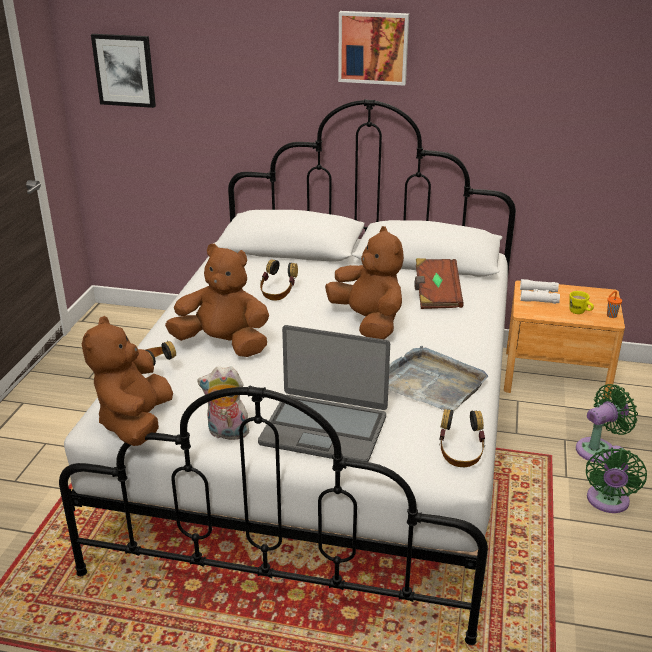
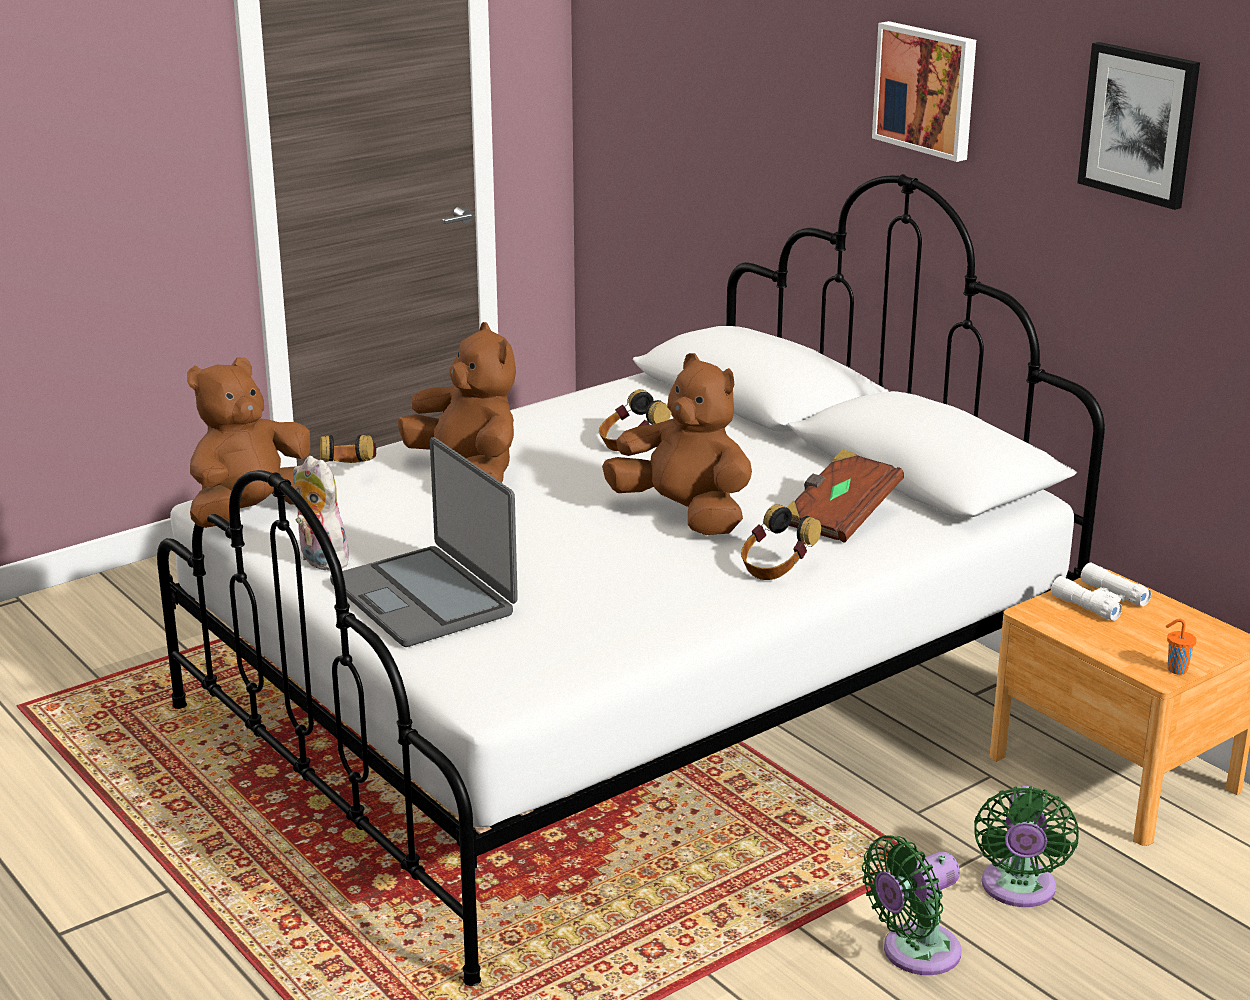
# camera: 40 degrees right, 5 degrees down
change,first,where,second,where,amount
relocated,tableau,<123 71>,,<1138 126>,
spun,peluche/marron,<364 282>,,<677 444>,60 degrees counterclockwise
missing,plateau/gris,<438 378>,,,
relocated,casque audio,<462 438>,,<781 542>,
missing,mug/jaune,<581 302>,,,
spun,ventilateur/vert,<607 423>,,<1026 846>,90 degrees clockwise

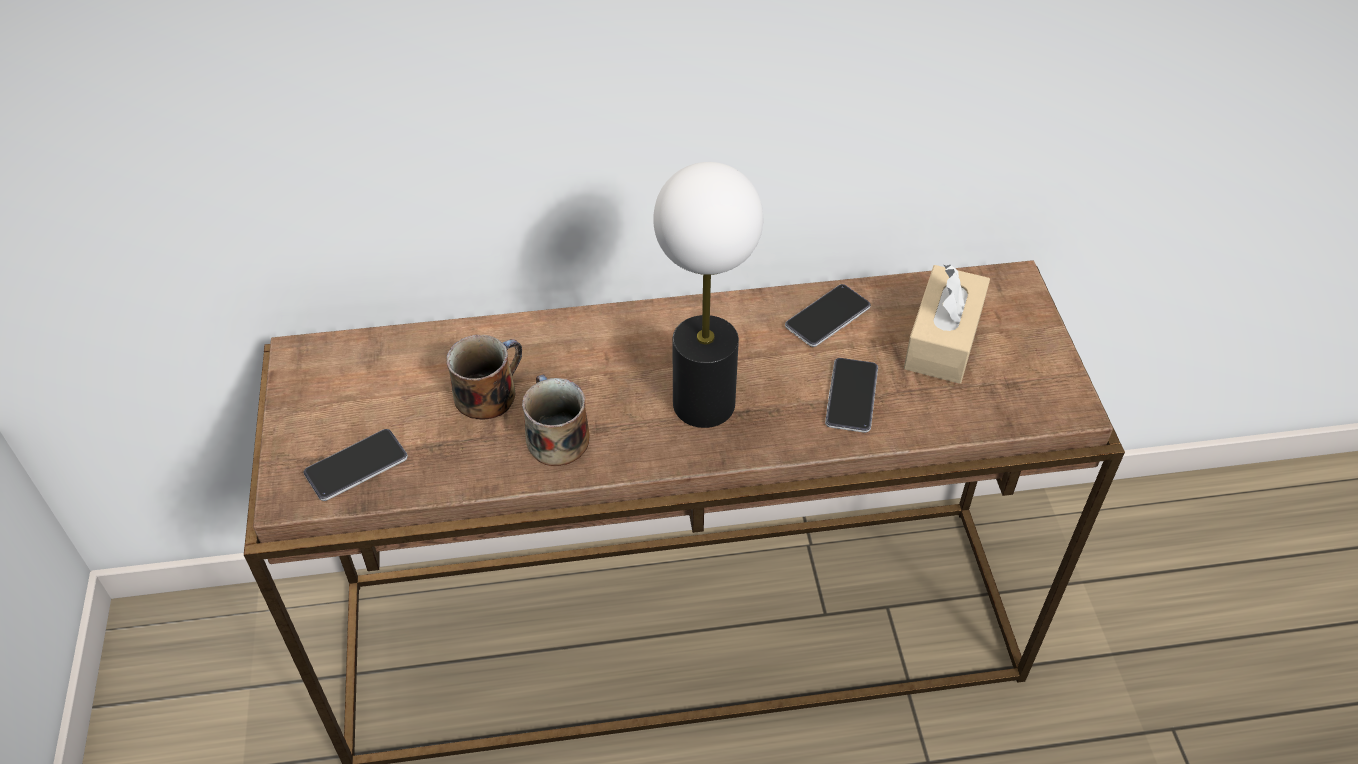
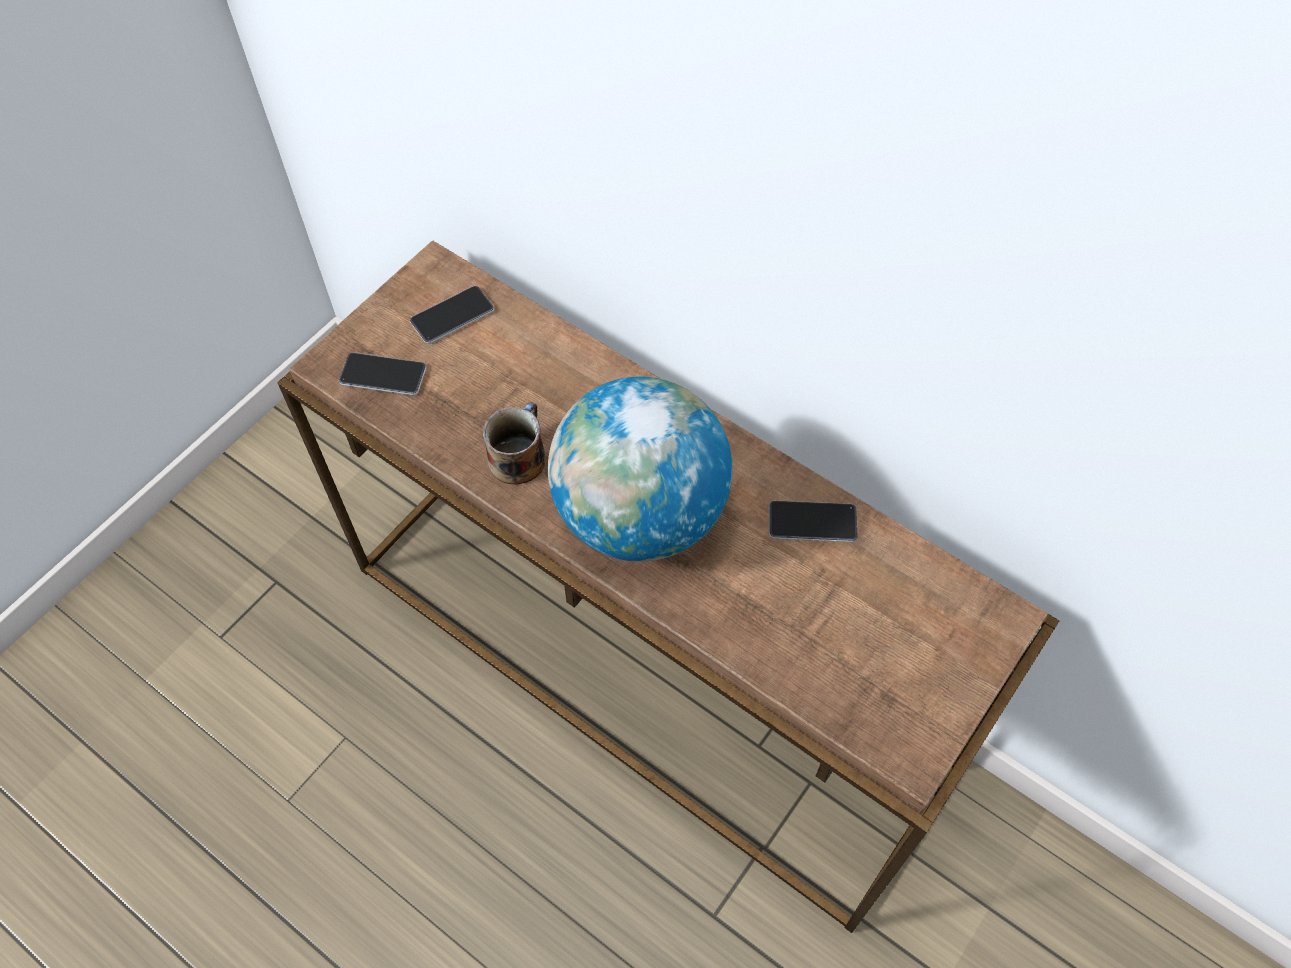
# camera: 45 degrees right, 10 degrees up
change,first,where,second,where,amount
missing,mug,<484 377>,,,
exchanged,lampe de table,<708 295>,globe,<640 469>,
relocated,téléphone,<851 395>,,<452 315>,
missing,boîte à mouchoirs/beige,<947 324>,,,

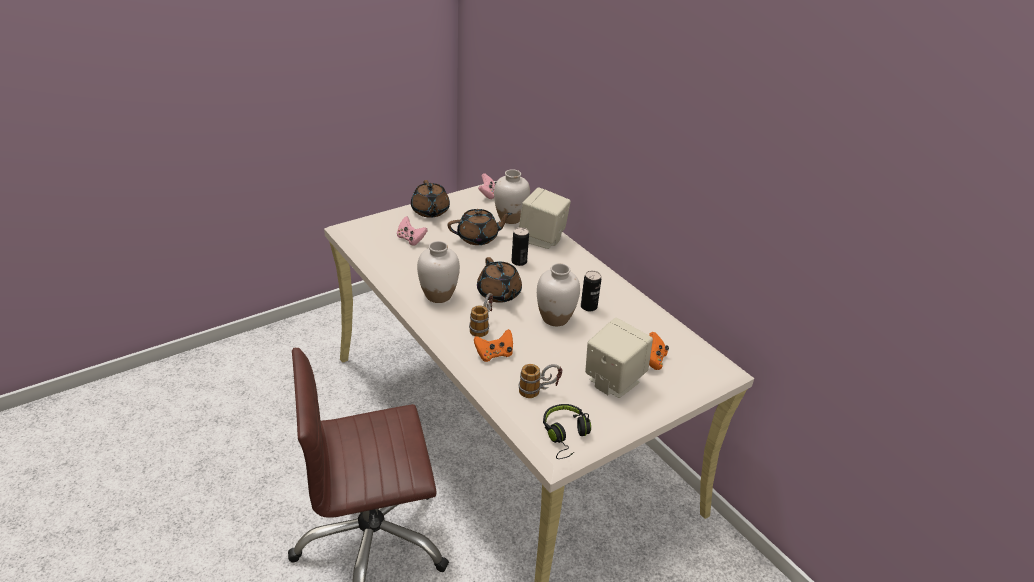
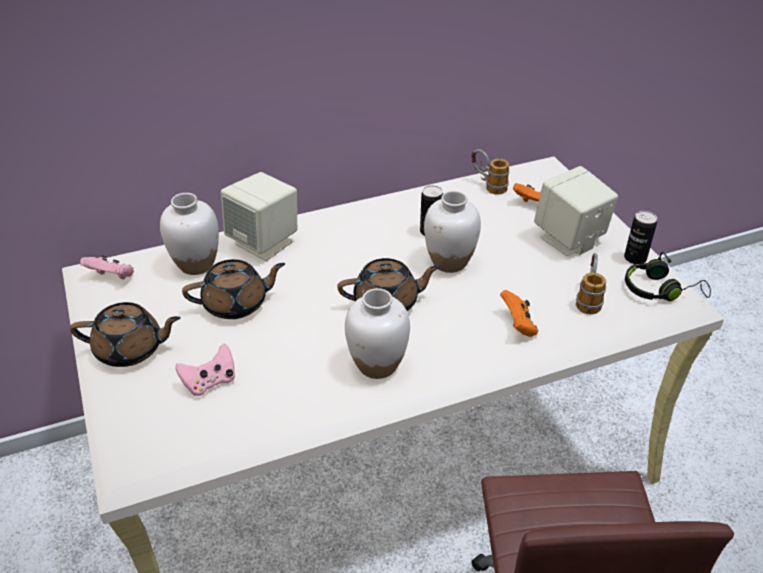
# camera: 75 degrees left, 5 degrees up
change,first,where,second,where,amount
spun,théière/marron,<480 227>,,<233 289>,75 degrees clockwise
relocated,mug,<481 315>,,<490 172>,
relocated,boîte métallique,<520 246>,,<640 237>,

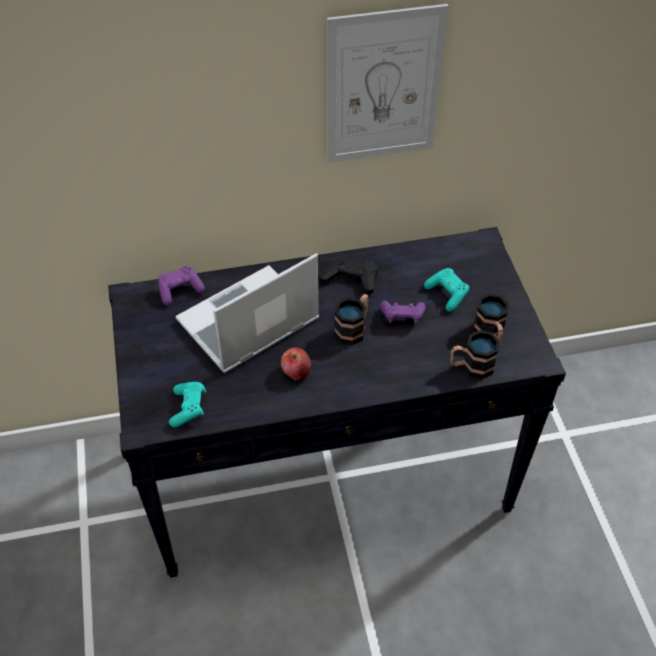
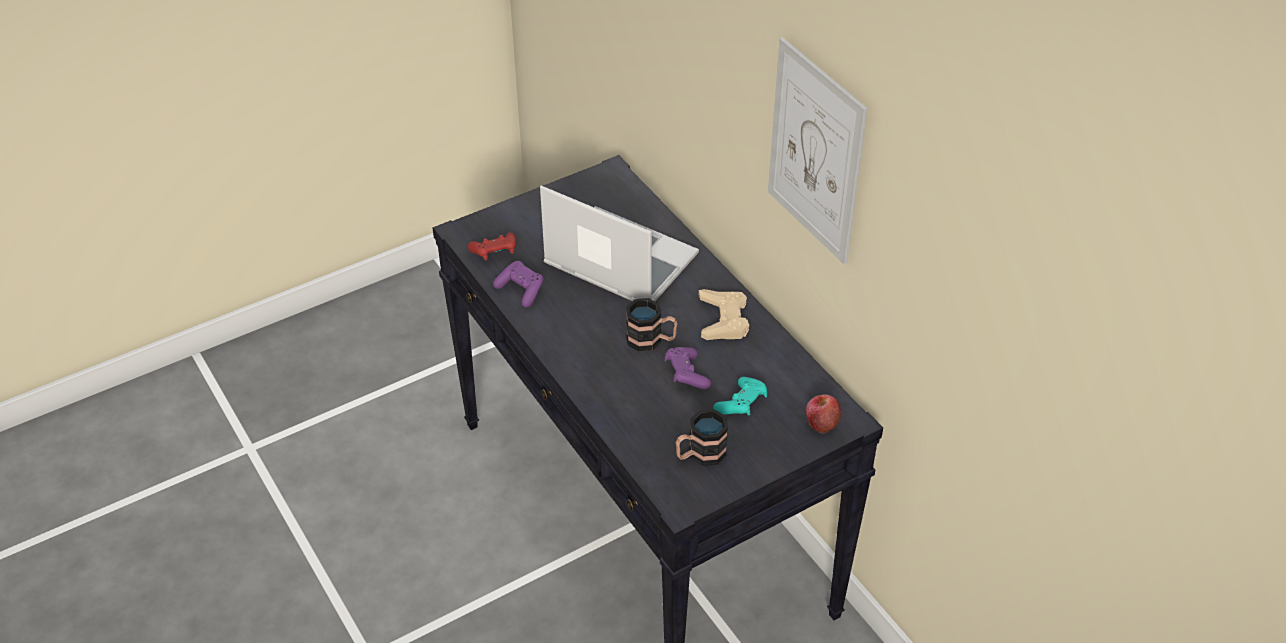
# camera: 70 degrees right, 5 degrees down
change,first,where,second,where,amount
relocated,manette/violet,<181 286>,,<518 284>,
colour,manette/turquoise,<187 404>,manette/rouge,<492 246>,
relocated,pomme,<296 364>,,<823 414>,
colour,manette/noir,<348 274>,manette/beige,<724 314>,
missing,mug,<475 354>,,,

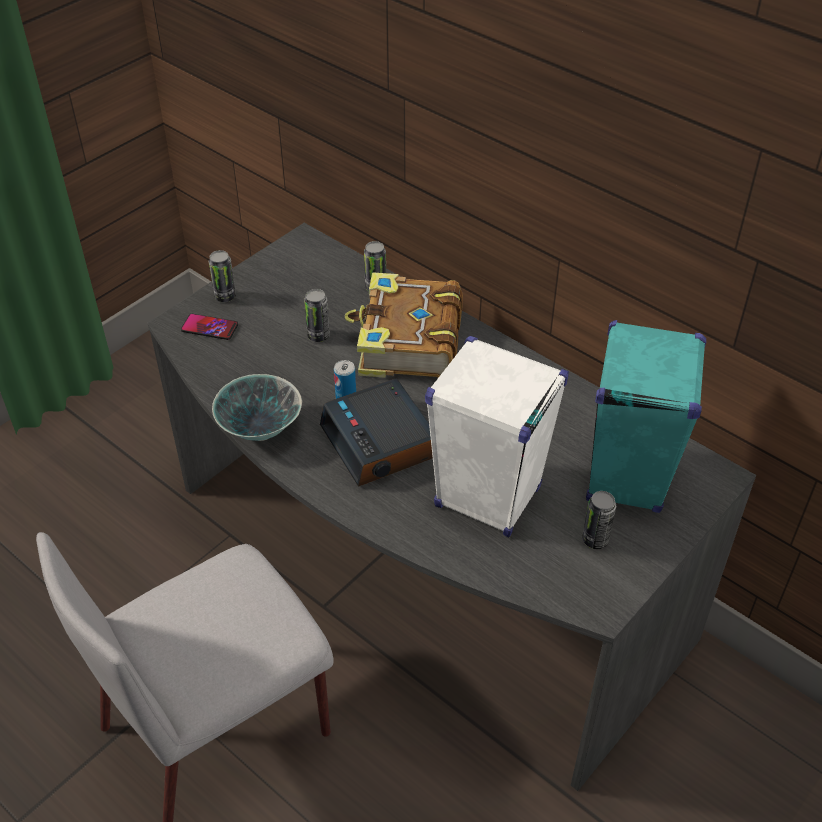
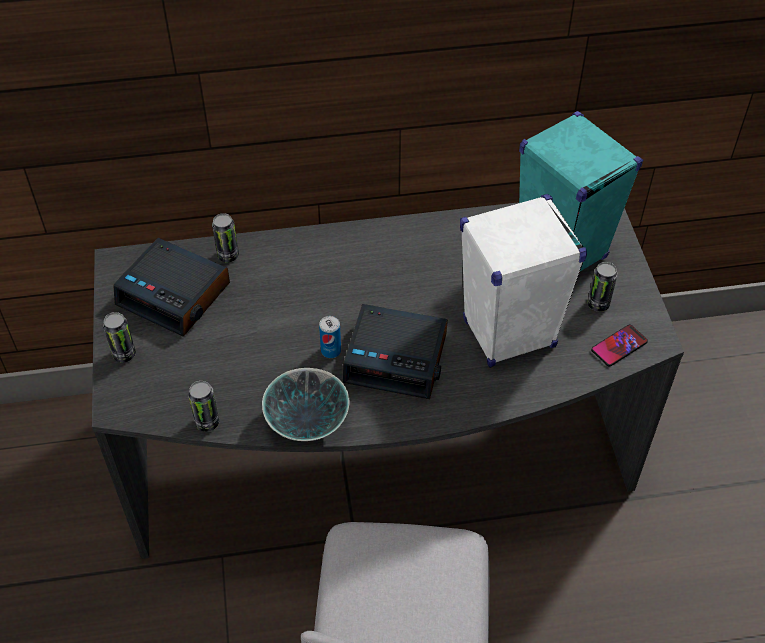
# camera: 50 degrees left, 5 degrees up
change,first,where,second,where,amount
relocated,téléphone,<209 327>,,<619 345>,
relocated,boîte métallique,<317 315>,,<203 406>,
missing,livre,<403 325>,,,
appeared,,,réveil,<171 287>,

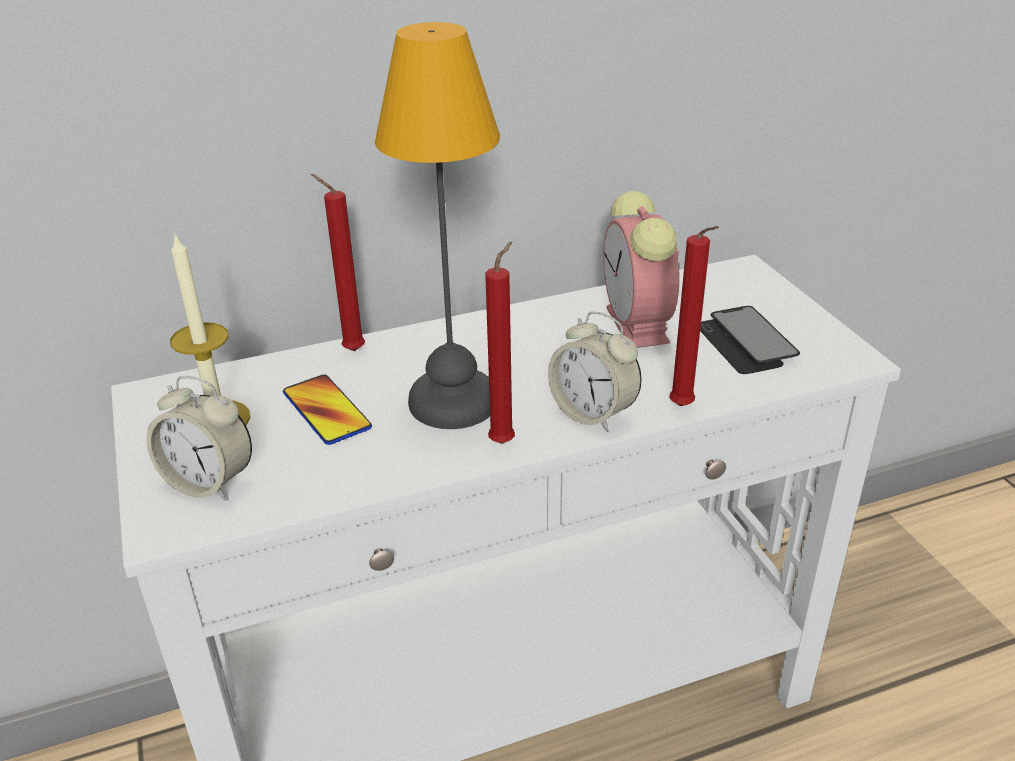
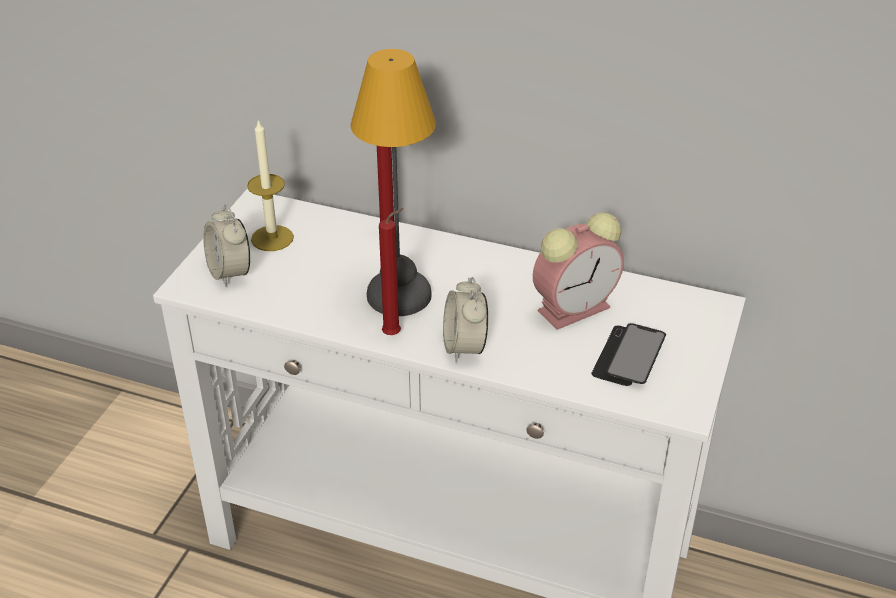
# camera: 40 degrees right, 5 degrees up
change,first,where,second,where,amount
missing,téléphone,<327 409>,,,
spun,réveil,<641 269>,,<578 271>,150 degrees counterclockwise
missing,bougie/rouge,<694 316>,,,

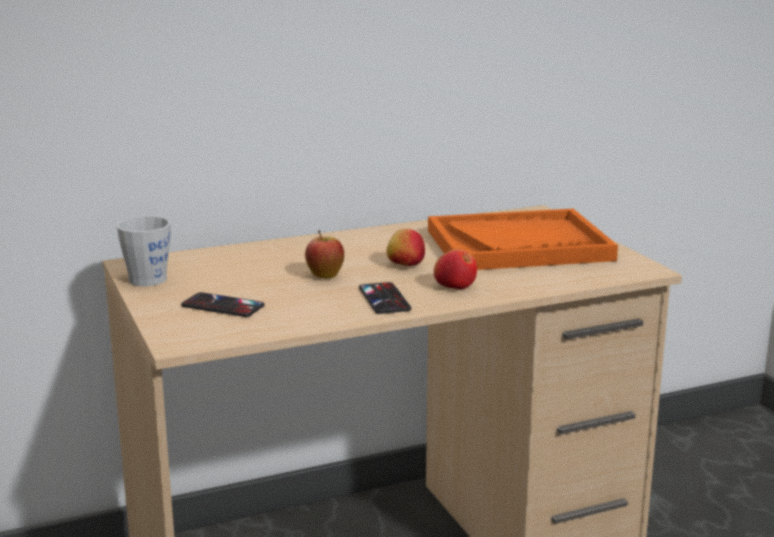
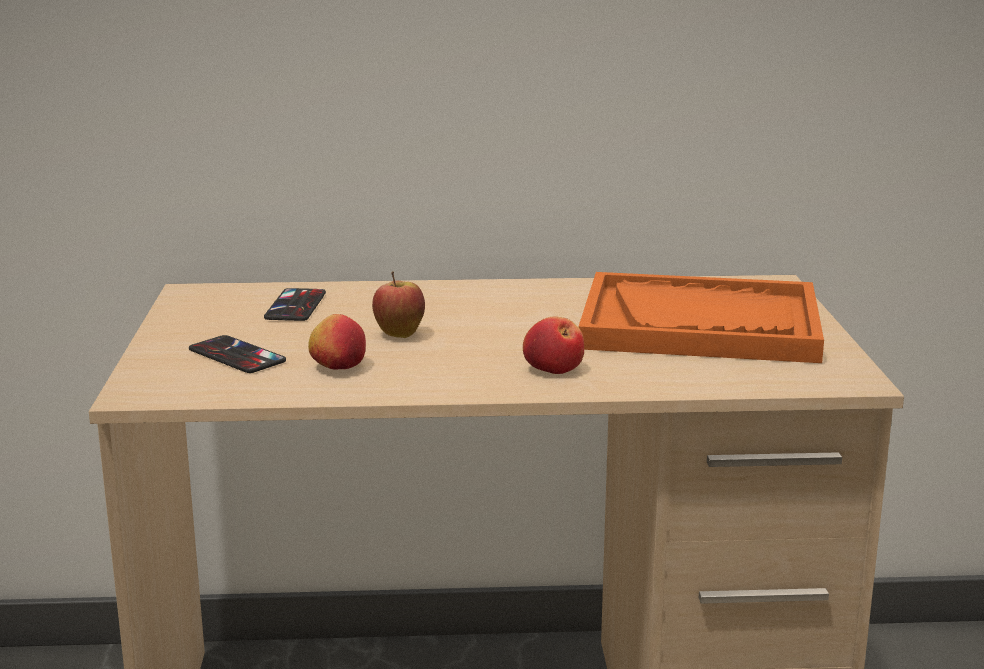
# camera: 20 degrees right, 0 degrees up
change,first,where,second,where,amount
missing,mug/gris,<144 251>,,,
relocated,téléphone,<385 298>,,<295 304>,
relocated,pomme,<405 247>,,<337 342>,

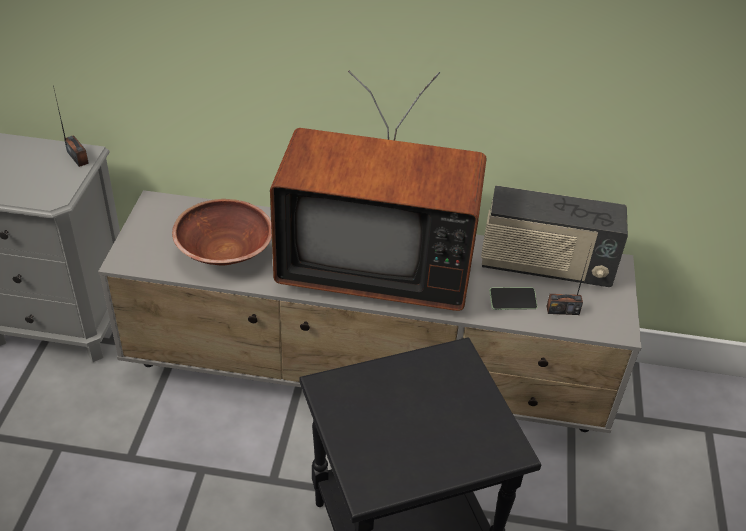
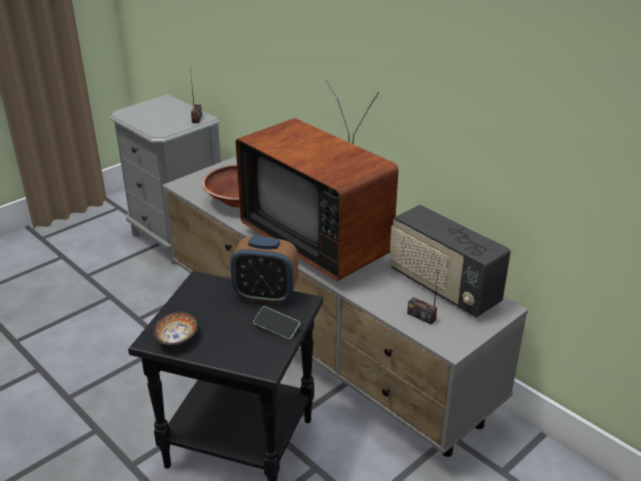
# camera: 40 degrees right, 10 degrees down
change,first,where,second,where,amount
relocated,téléphone,<513 298>,,<276 322>,
appeared,,,bol,<175 328>,
appeared,,,réveil,<264 270>,

